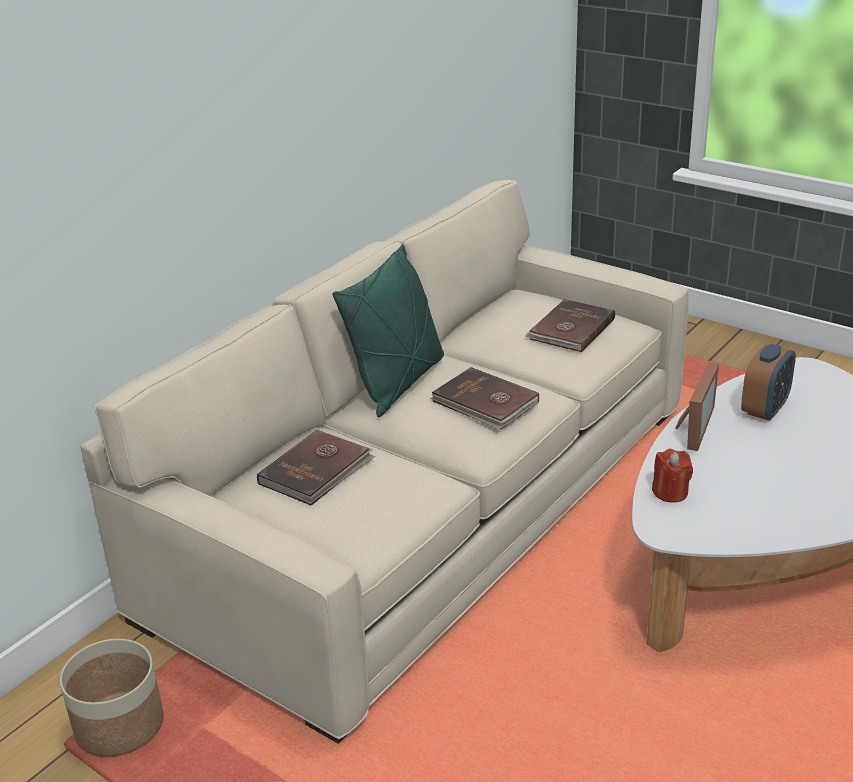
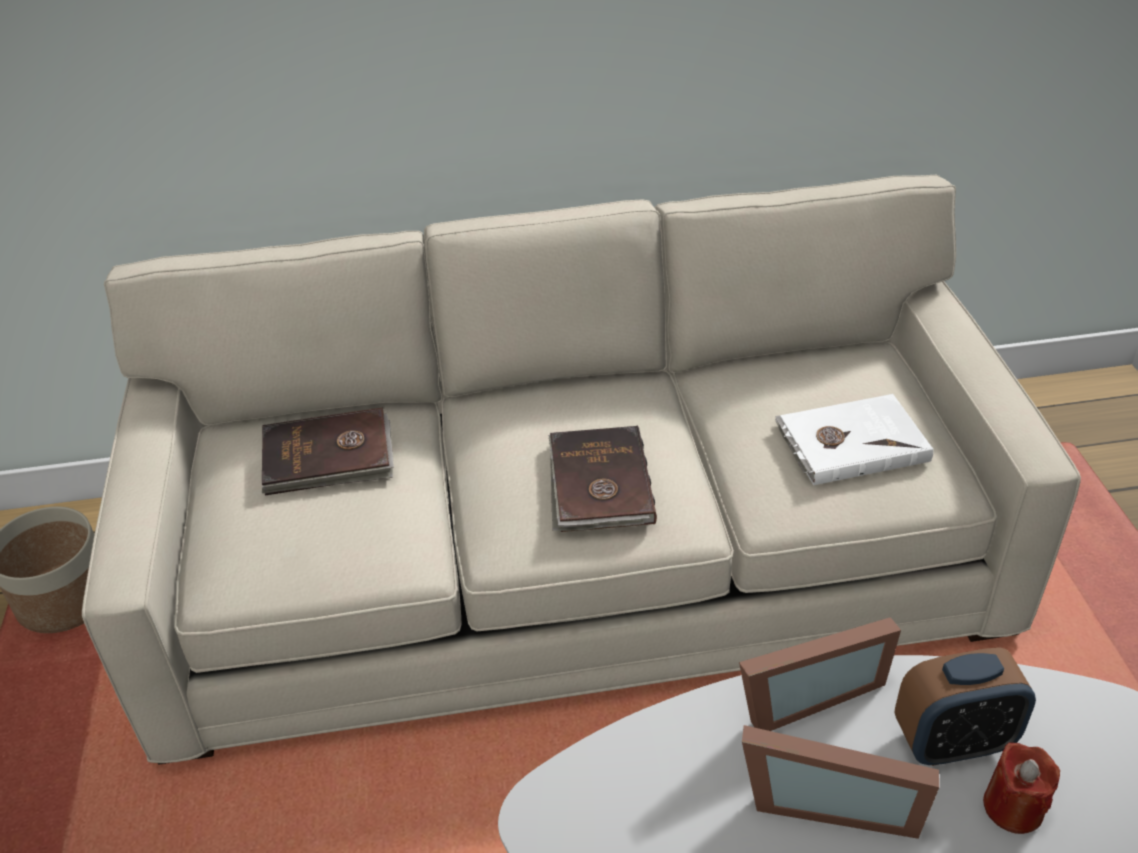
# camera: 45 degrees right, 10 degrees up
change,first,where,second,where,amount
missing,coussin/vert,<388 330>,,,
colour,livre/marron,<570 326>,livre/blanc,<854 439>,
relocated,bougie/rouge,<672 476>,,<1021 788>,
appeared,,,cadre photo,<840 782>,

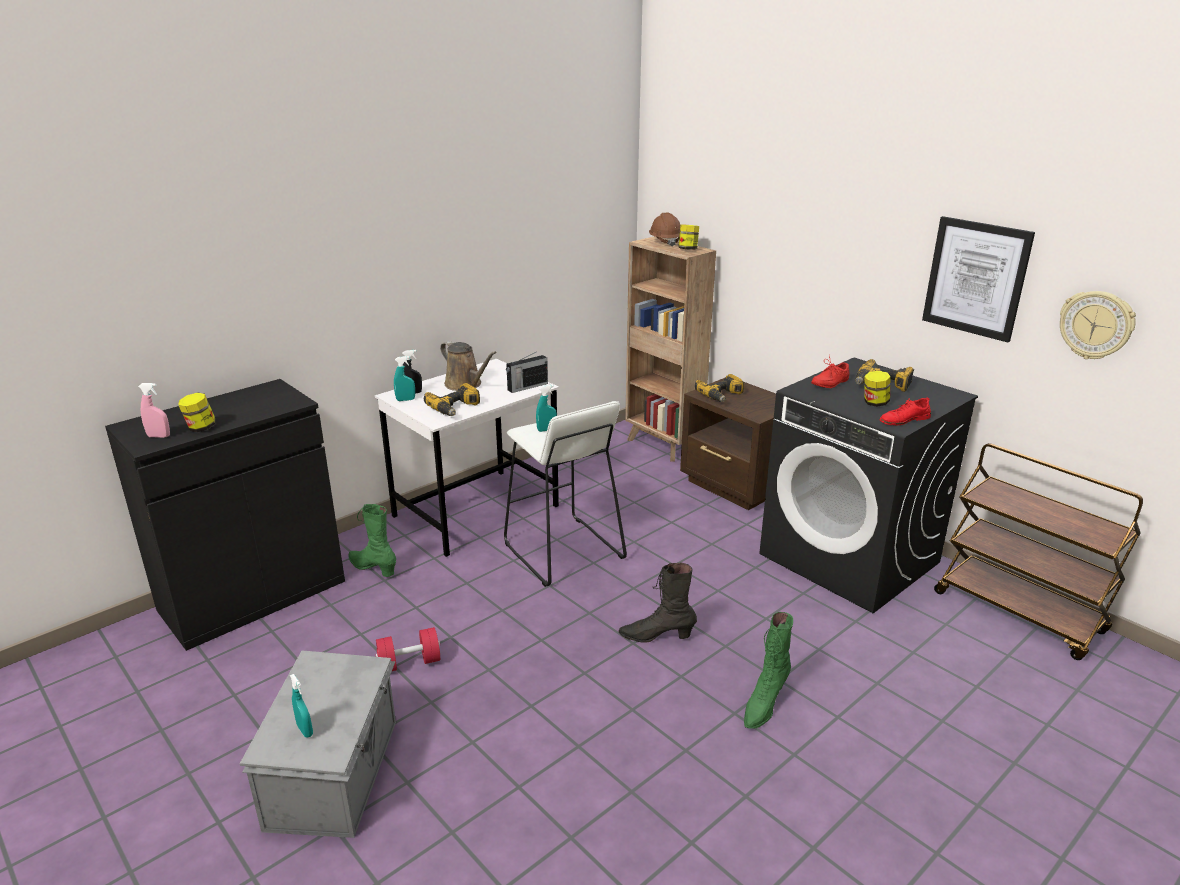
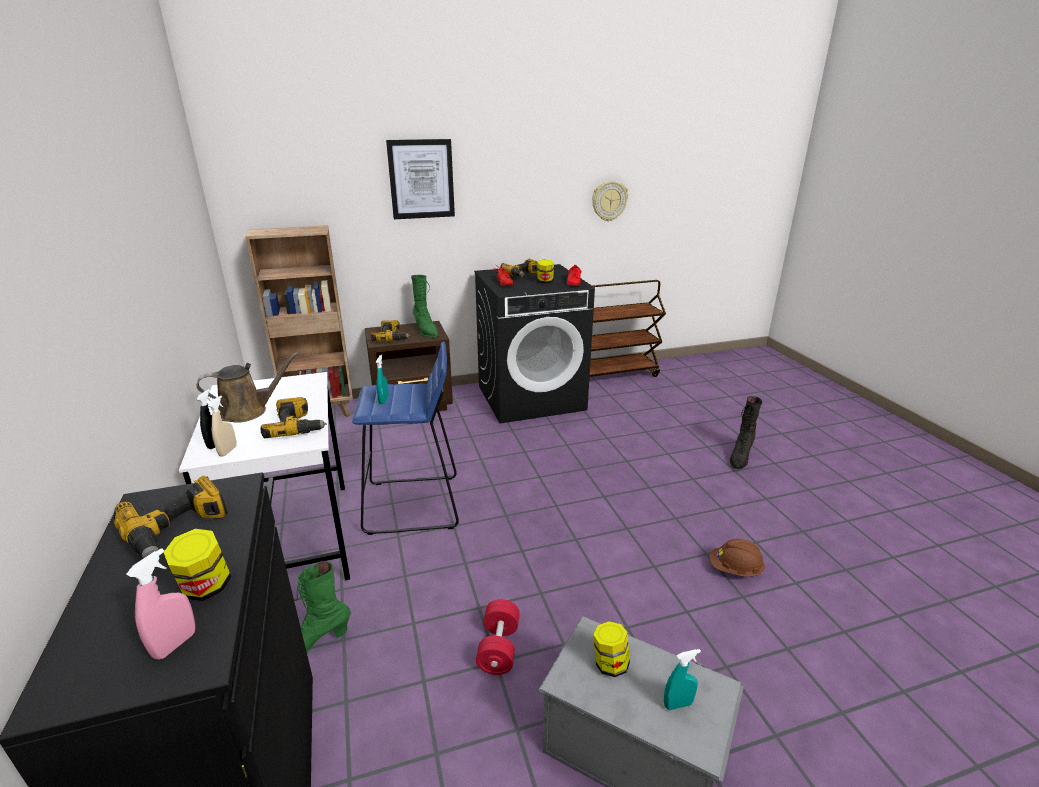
# camera: 65 degrees left, 0 degrees up
change,first,where,second,where,amount
colour,vaporisateur/turquoise,<404 378>,vaporisateur/beige,<222 426>,
colour,tabouret/blanc,<565 494>,tabouret/bleu,<405 438>,
missing,radio,<527 372>,,,
relocated,botte/noir,<658 603>,,<746 432>,
relocated,casque de chantier/marron,<664 229>,,<737 558>,
relocated,bocal,<688 237>,,<611 649>,
relocated,botte/vert,<768 670>,,<425 306>,
relocated,tableau,<978 279>,,<420 179>,
appeared,,,perceuse,<170 517>,

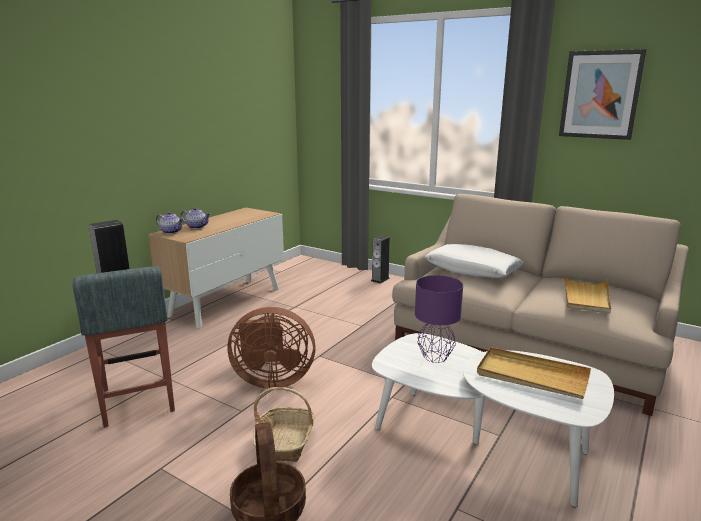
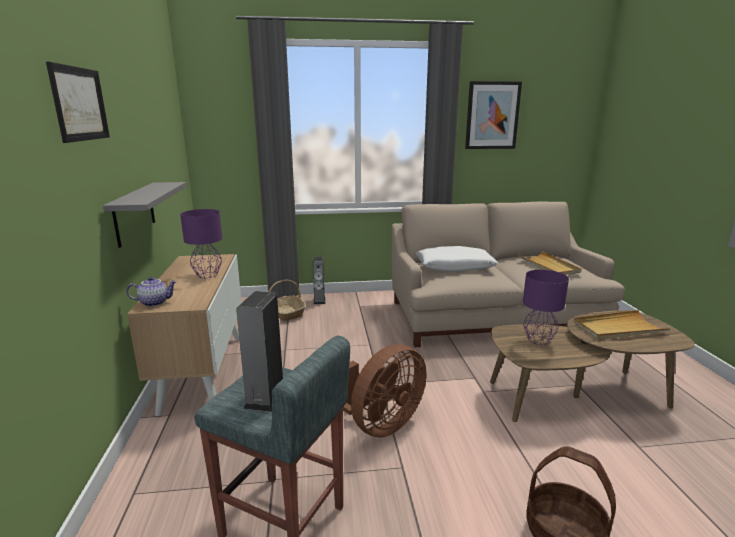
# camera: 40 degrees left, 0 degrees up
change,first,where,second,where,amount
missing,théière,<196 218>,,,
relocated,panier,<284 424>,,<287 300>,
colour,table basse/blanc,<493 420>,table basse/marron,<592 366>,
appeared,,,tableau,<78 102>,
appeared,,,étagère/gris,<144 215>,
appeared,,,lampe de table/violet,<201 243>,

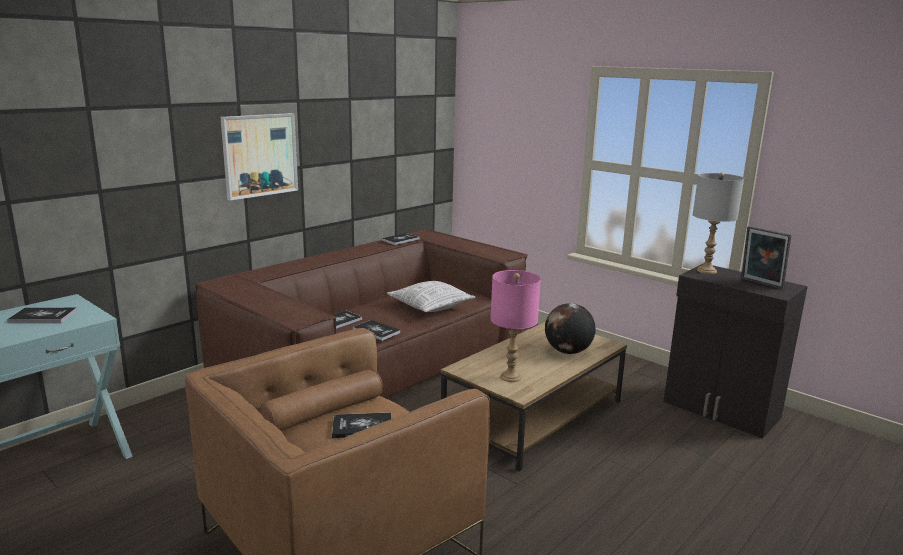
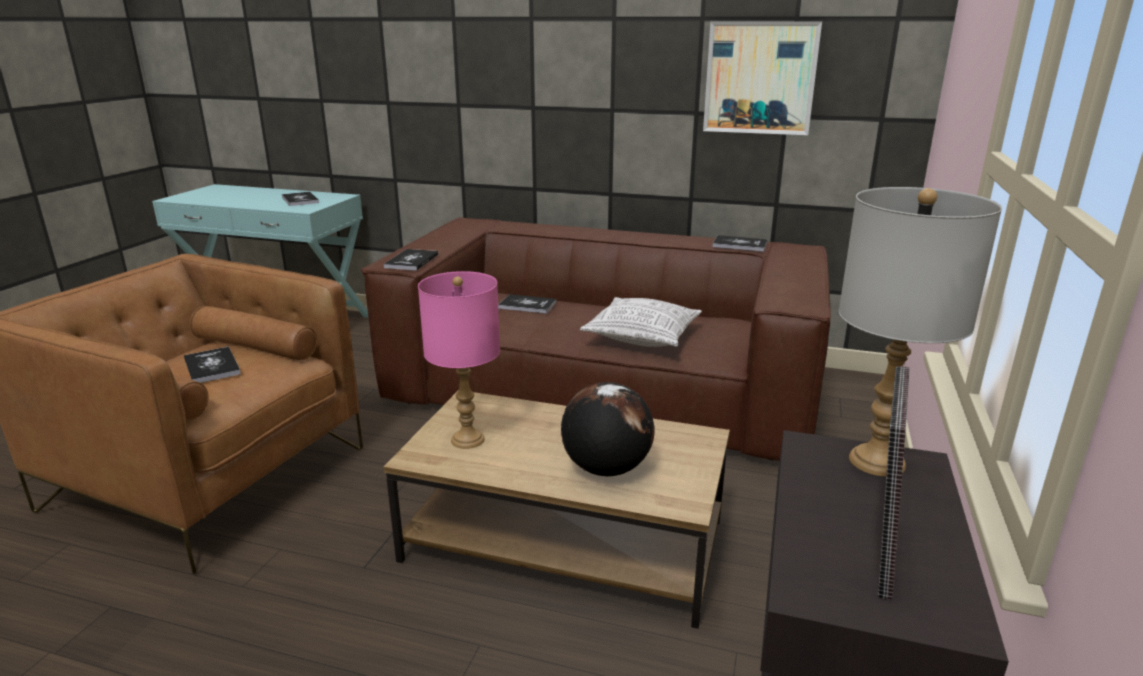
# camera: 65 degrees right, 5 degrees up
change,first,where,second,where,amount
relocated,tableau,<259 157>,,<762 78>,
relocated,livre,<377 330>,,<411 260>,

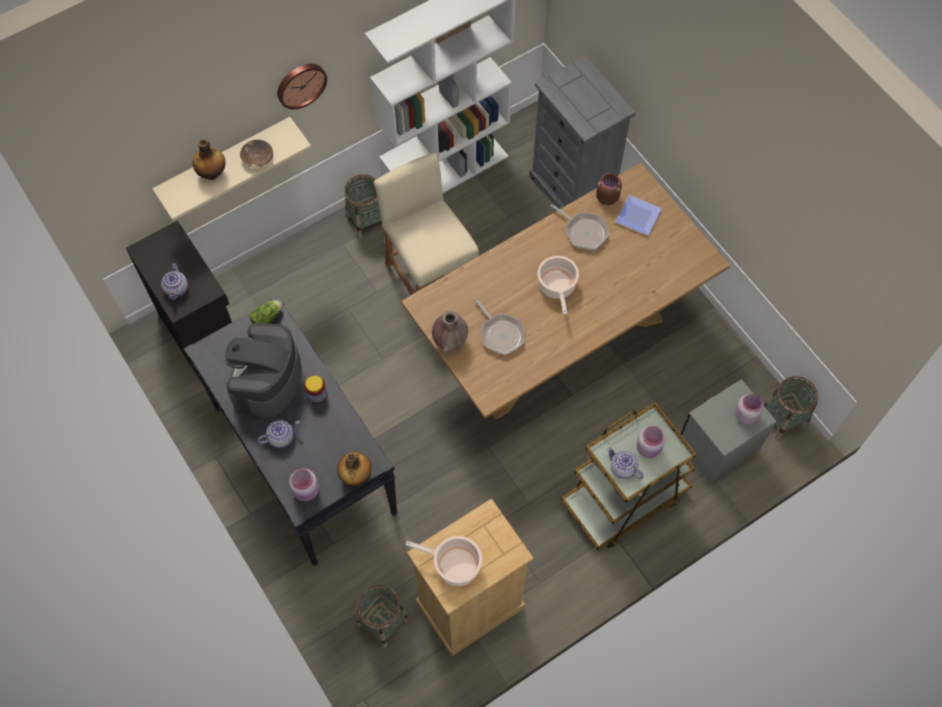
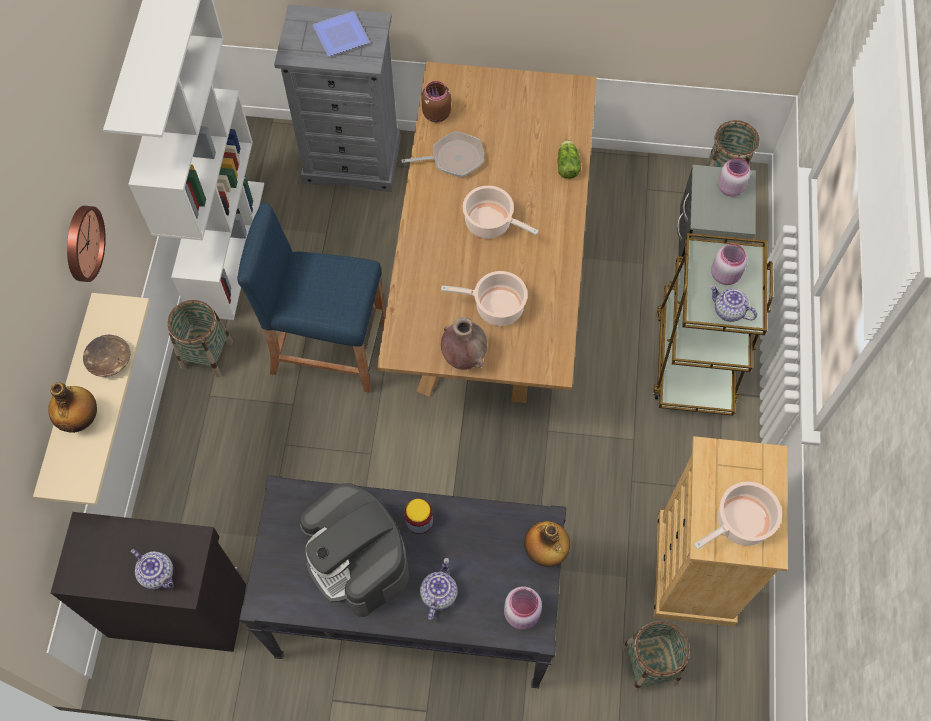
# camera: 50 degrees left, 0 degrees up
change,first,where,second,where,amount
relocated,laitue,<266 312>,,<569 159>,
colour,tabouret/beige,<426 224>,tabouret/bleu,<311 297>,
exchanged,poêle,<499 326>,marmite,<484 298>,
spun,théière,<625 463>,,<733 303>,45 degrees clockwise
relocated,assiette,<638 215>,,<341 33>,

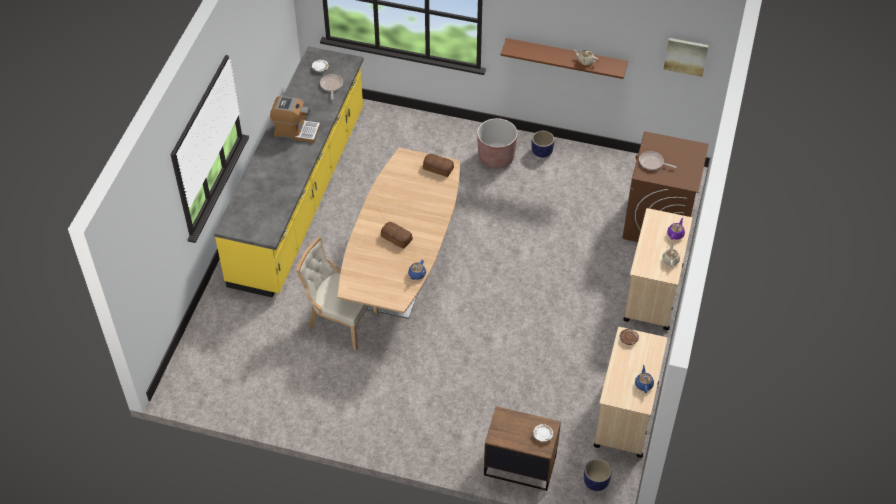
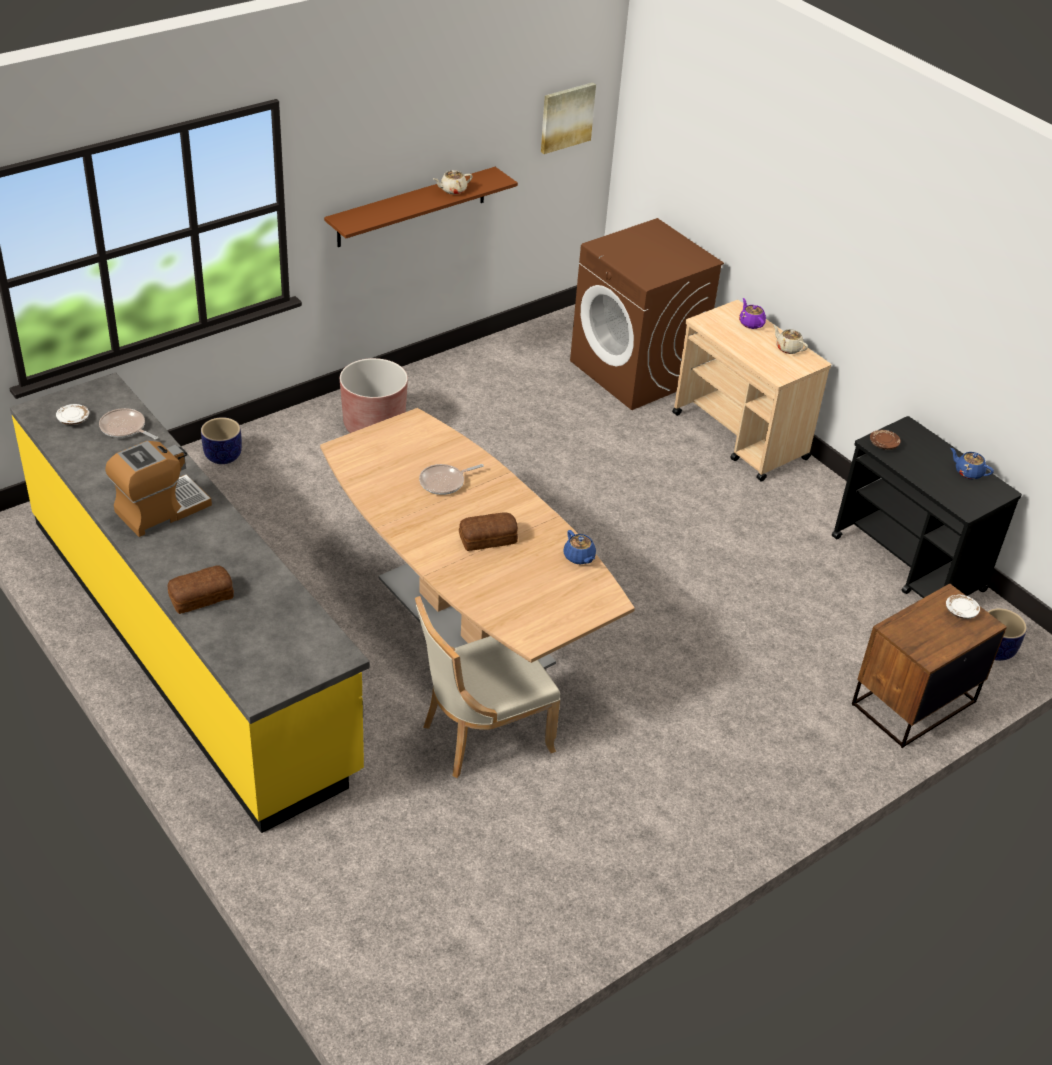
# camera: 55 degrees left, 10 degrees down
change,first,where,second,where,amount
relocated,pain,<438 165>,,<200 590>,
relocated,cache-pot,<542 144>,,<221 440>,
colour,chariot/beige,<630 392>,chariot/noir,<927 507>,
relocated,poêle,<658 160>,,<451 479>,

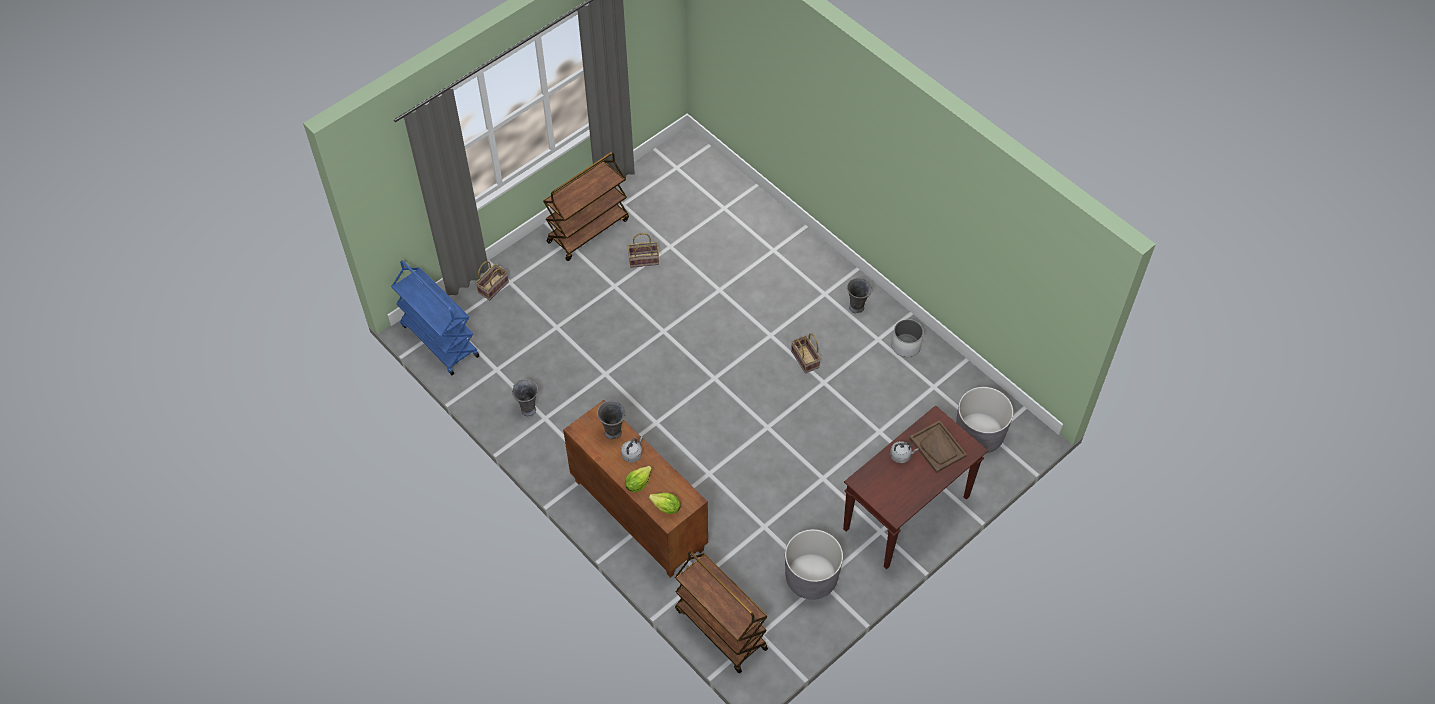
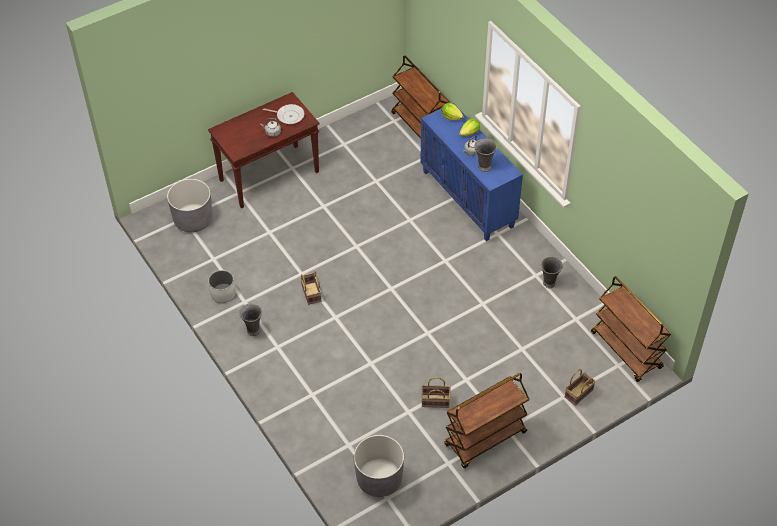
# camera: 170 degrees left, 5 degrees down
change,first,where,second,where,amount
colour,chariot/bleu,<435 317>,chariot/marron,<631 329>,
colour,meuble de rangement/marron,<635 489>,meuble de rangement/bleu,<471 172>,
relocated,cache-pot/gris,<814 564>,,<379 466>,
missing,plateau/marron,<938 446>,,,
appeared,,,poêle,<283 114>,

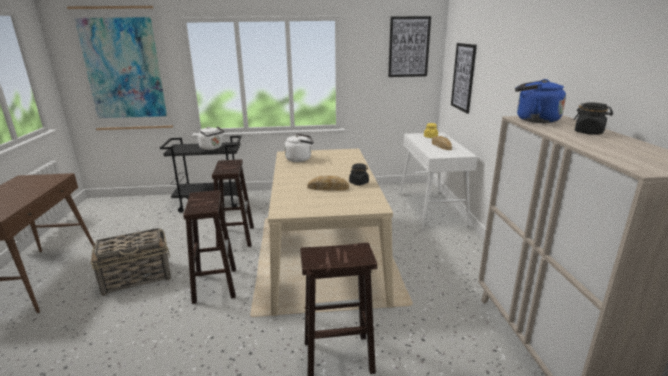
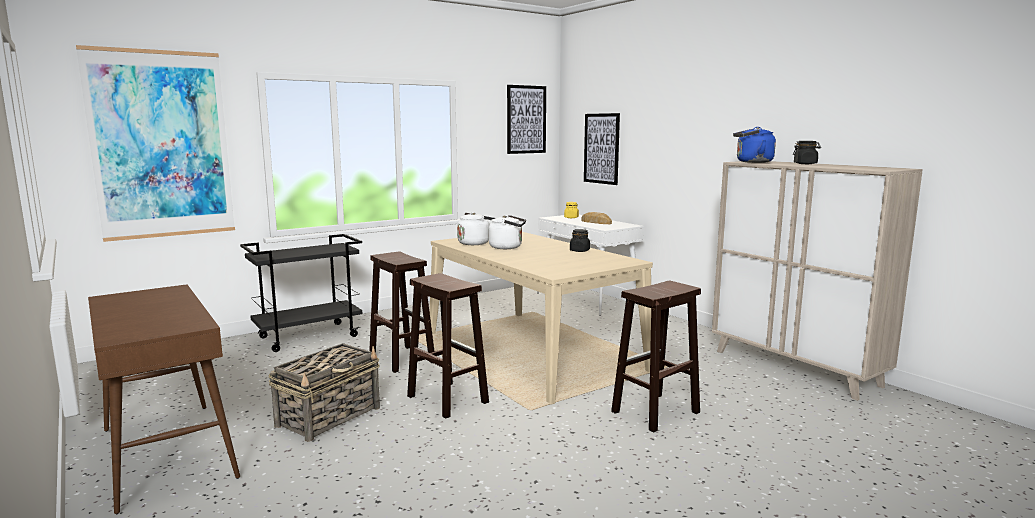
# camera: 30 degrees left, 10 degrees down
change,first,where,second,where,amount
relocated,bouilloire/blanc,<211 138>,,<507 232>,
missing,pain,<328 183>,,,

